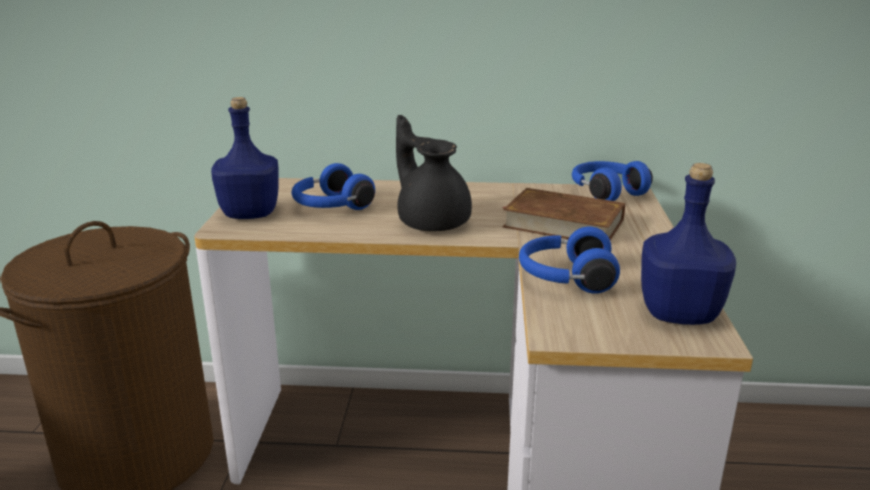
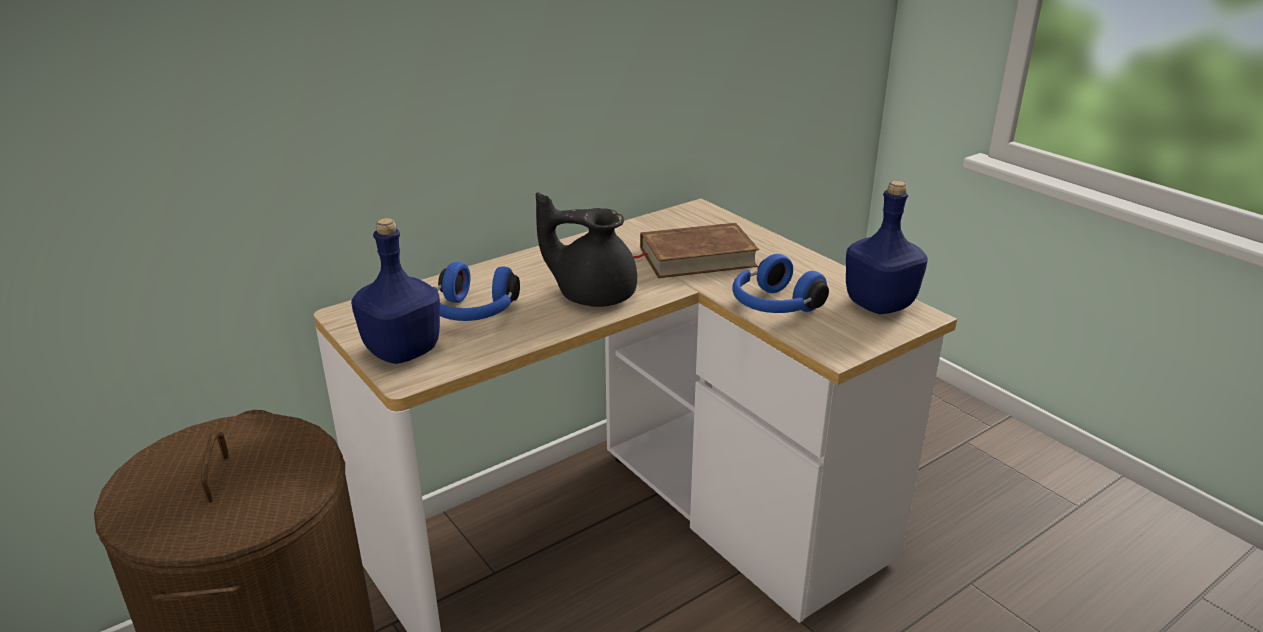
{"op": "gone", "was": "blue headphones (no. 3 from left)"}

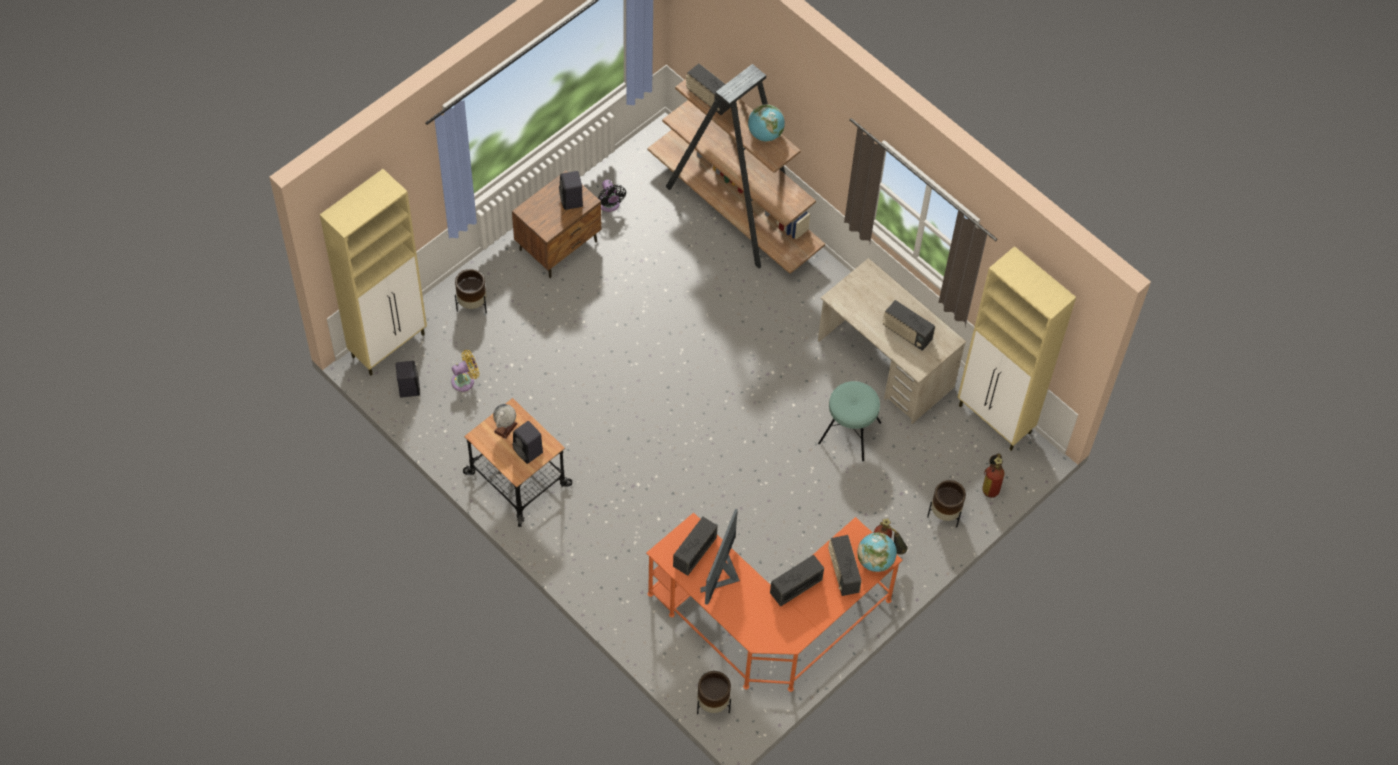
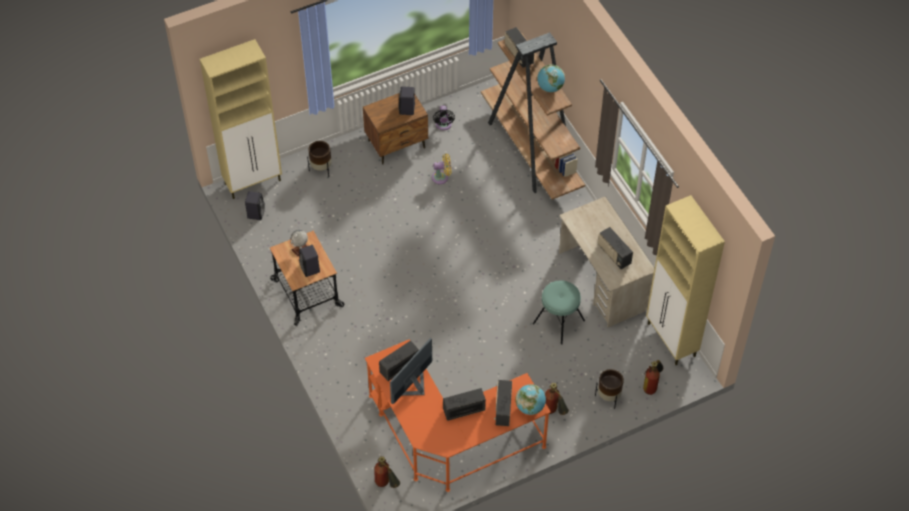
{"op": "shifted", "was": "yellow fan"}
{"op": "swapped", "was": "brown planter (no. 2 from left)", "now": "fire extinguisher (no. 1 from left)"}

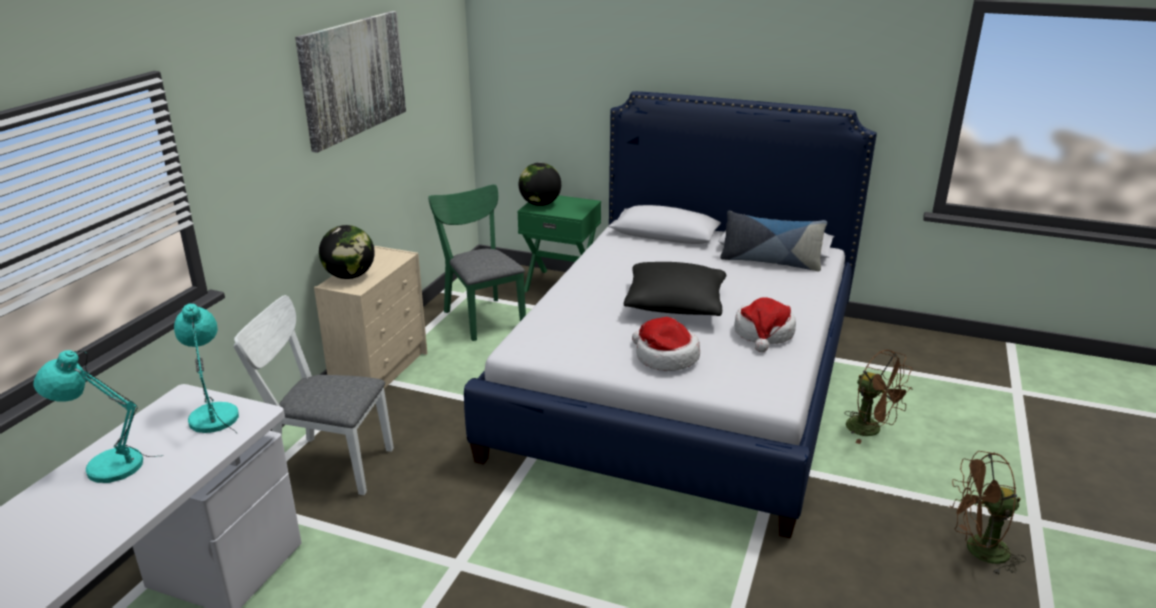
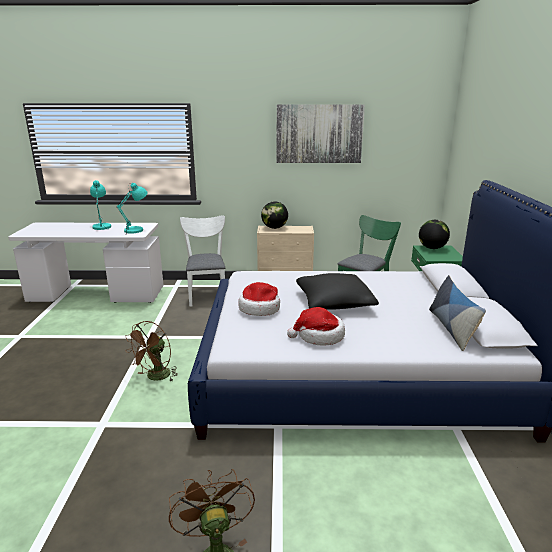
{"op": "shifted", "was": "brown fan (no. 1 from left)"}

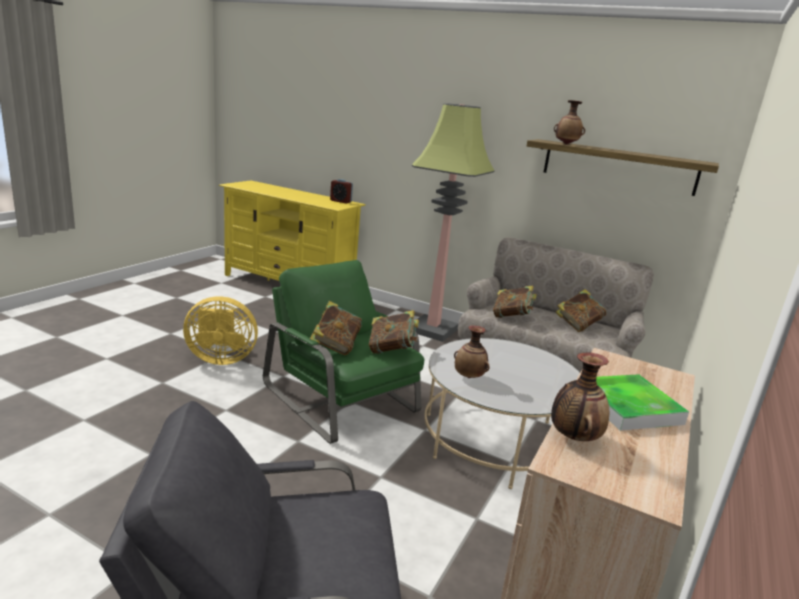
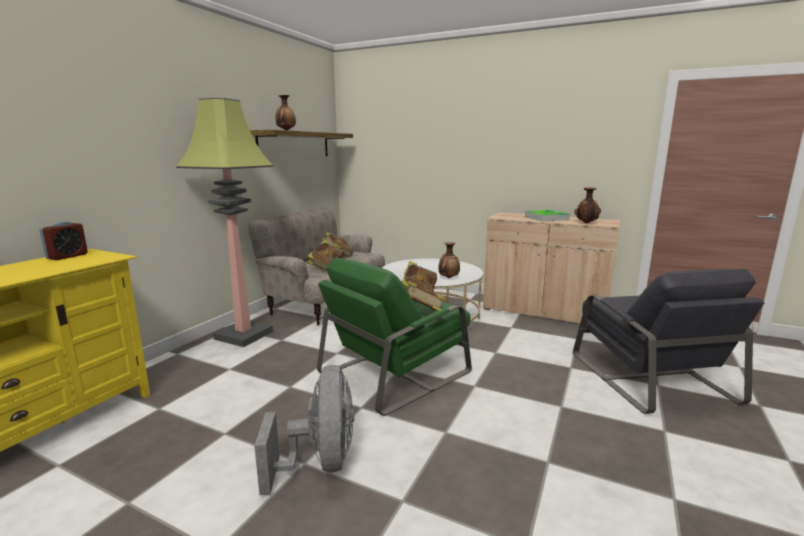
{"op": "repainted", "was": "yellow fan", "now": "grey fan"}

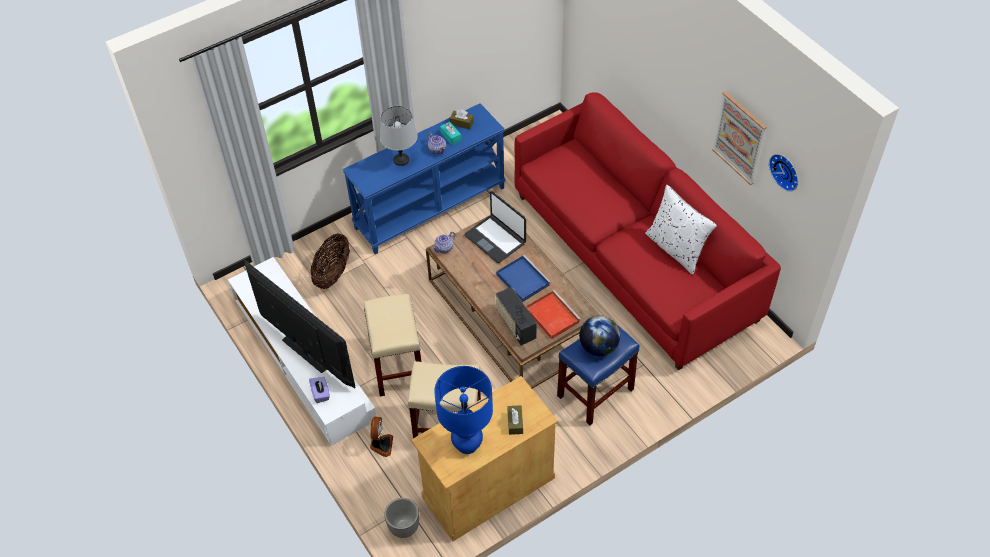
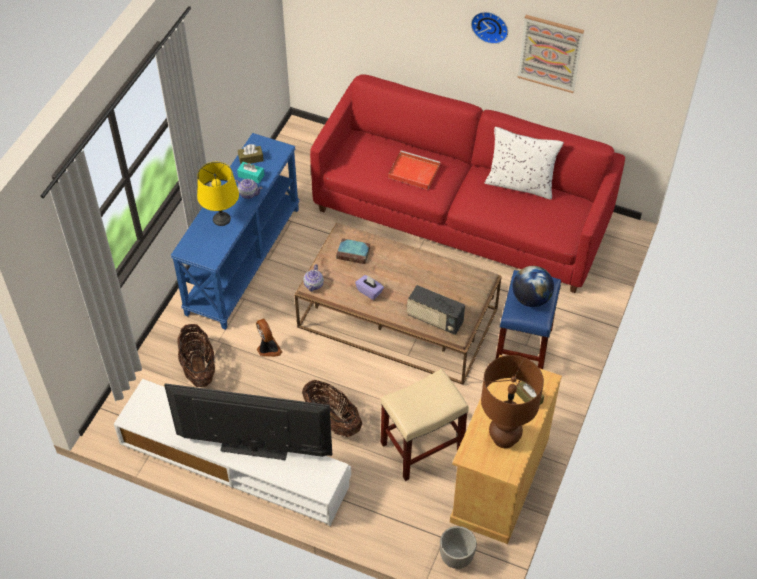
{"op": "repainted", "was": "grey table lamp", "now": "yellow table lamp"}
{"op": "shifted", "was": "wall clock"}
{"op": "swapped", "was": "laptop", "now": "book"}
{"op": "gone", "was": "blue tray"}
{"op": "shifted", "was": "red tray"}
{"op": "swapped", "was": "beige stool (no. 1 from left)", "now": "basket (no. 2 from left)"}
{"op": "repainted", "was": "blue table lamp", "now": "brown table lamp"}
{"op": "shifted", "was": "purple tissue box"}
{"op": "shifted", "was": "fan"}

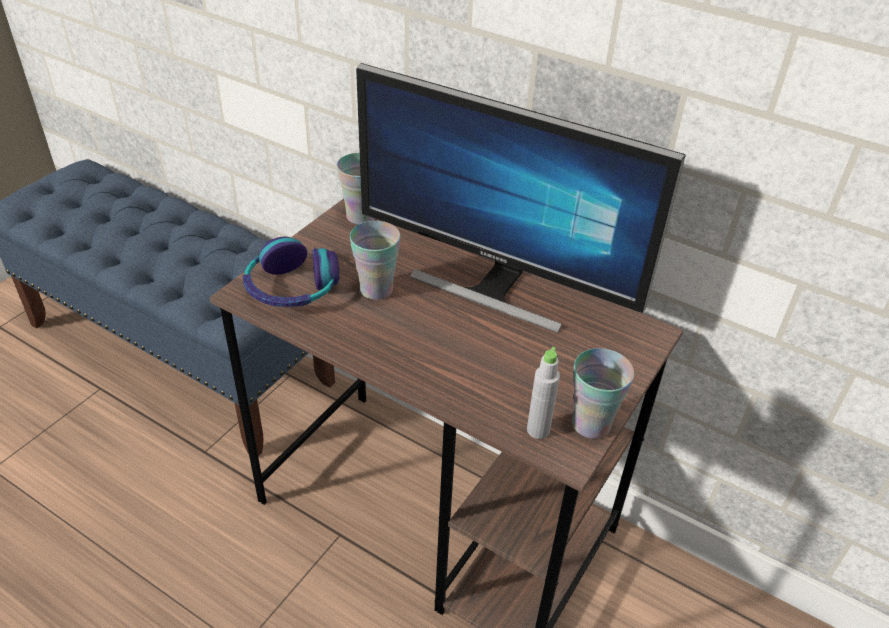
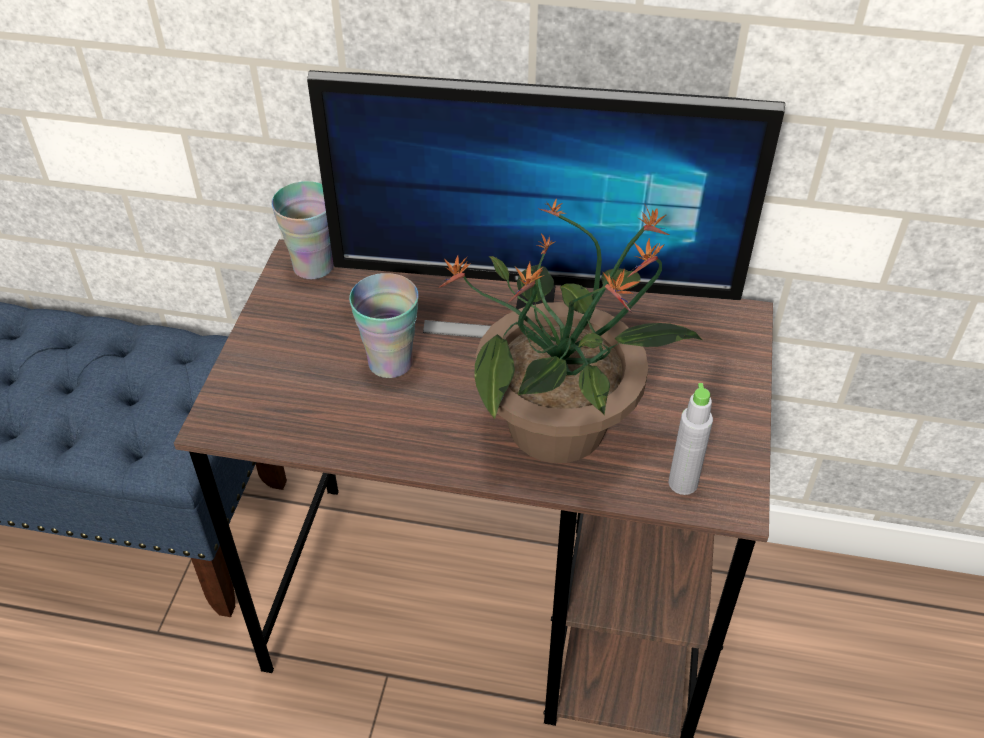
{"op": "gone", "was": "headphones"}
{"op": "gone", "was": "cup (no. 3 from left)"}
{"op": "new", "now": "potted plant"}

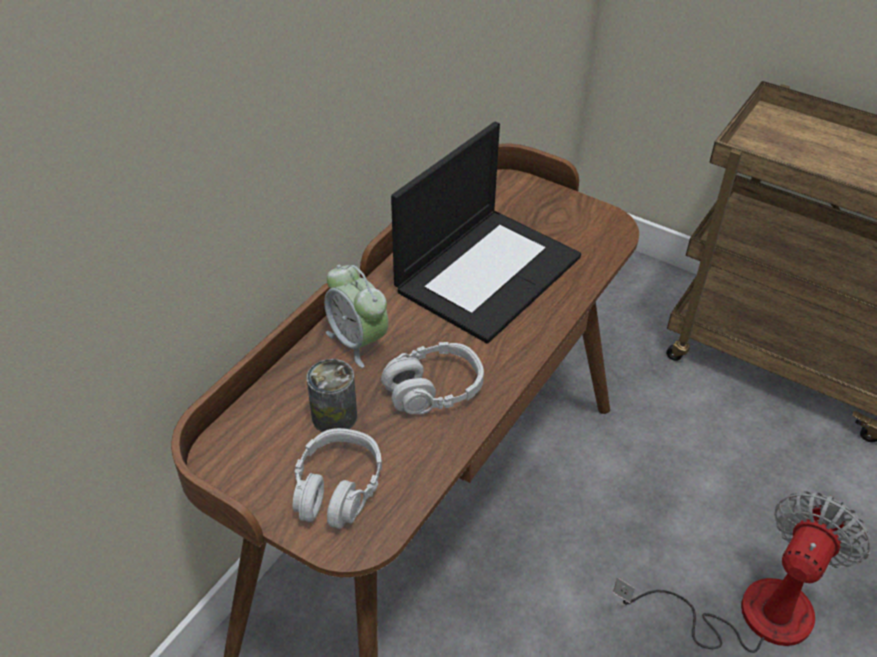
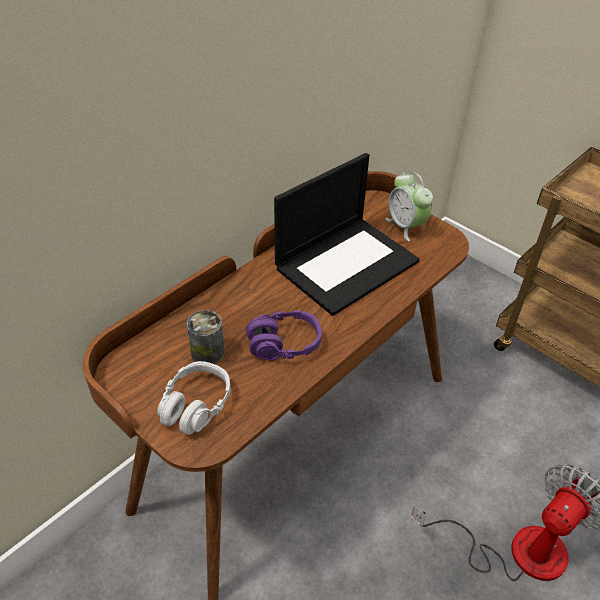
{"op": "shifted", "was": "alarm clock"}
{"op": "repainted", "was": "grey headphones (no. 2 from left)", "now": "purple headphones"}

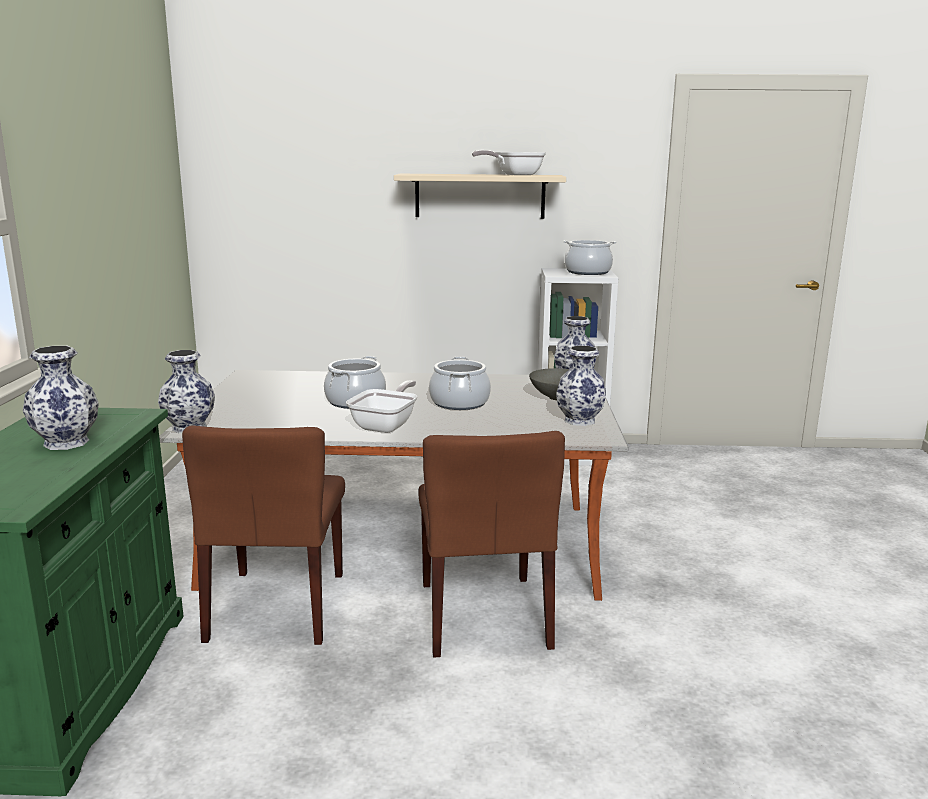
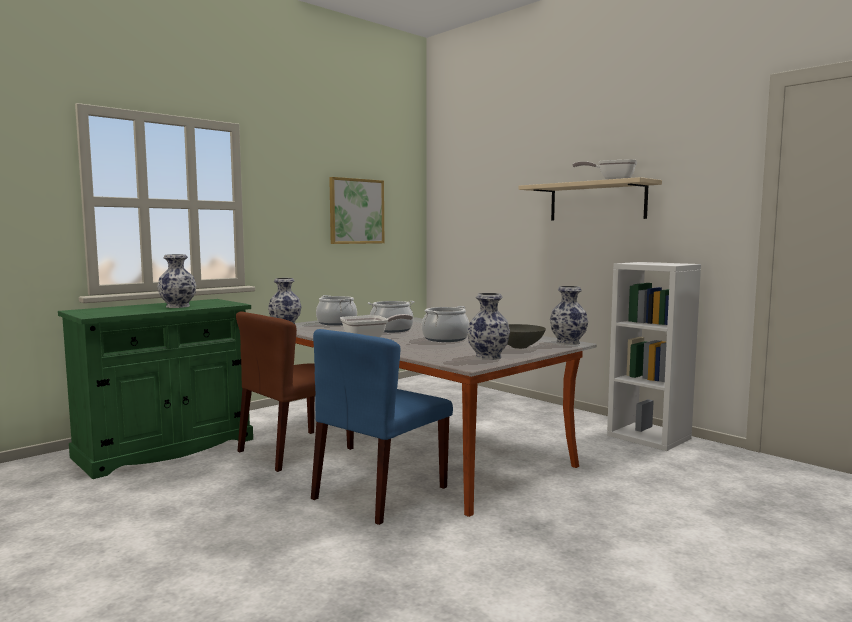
{"op": "shifted", "was": "cooking pot (no. 3 from left in the first image)", "now": "cooking pot (no. 1 from left)"}
{"op": "repainted", "was": "brown chair (no. 2 from left)", "now": "blue chair"}
{"op": "new", "now": "picture"}

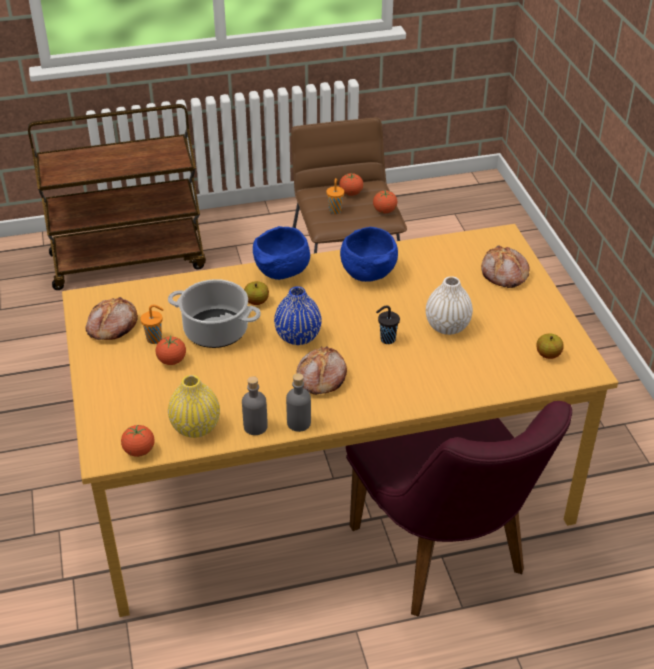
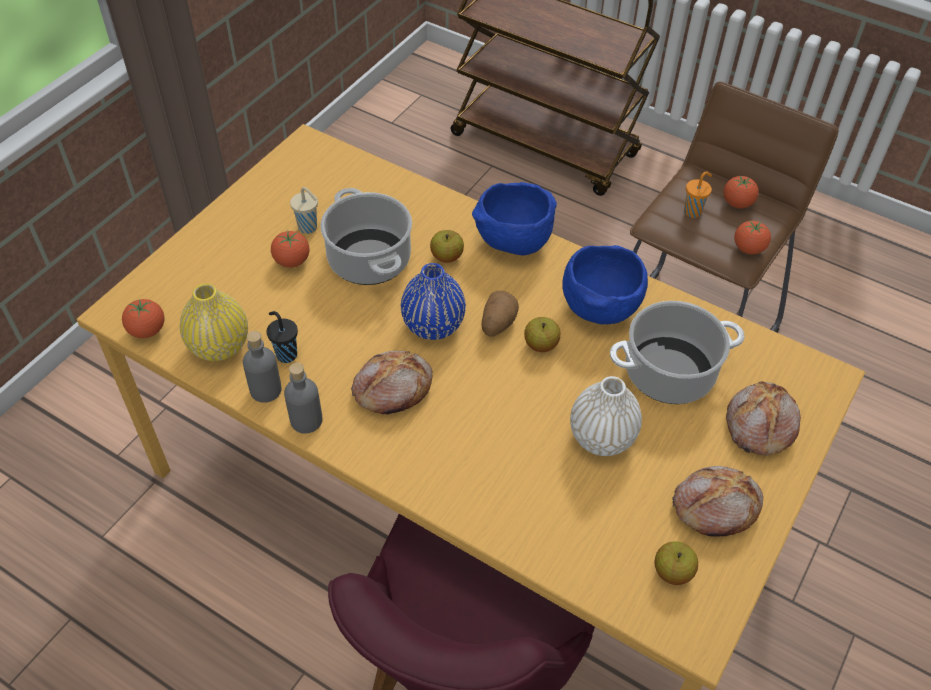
{"op": "shifted", "was": "bread (no. 1 from left in the first image)", "now": "bread (no. 2 from left)"}
{"op": "repainted", "was": "orange cup (no. 1 from left)", "now": "beige cup"}
{"op": "shifted", "was": "black cup"}
{"op": "new", "now": "potato"}
{"op": "new", "now": "cooking pot (no. 2 from left)"}
{"op": "new", "now": "apple (no. 2 from left)"}

